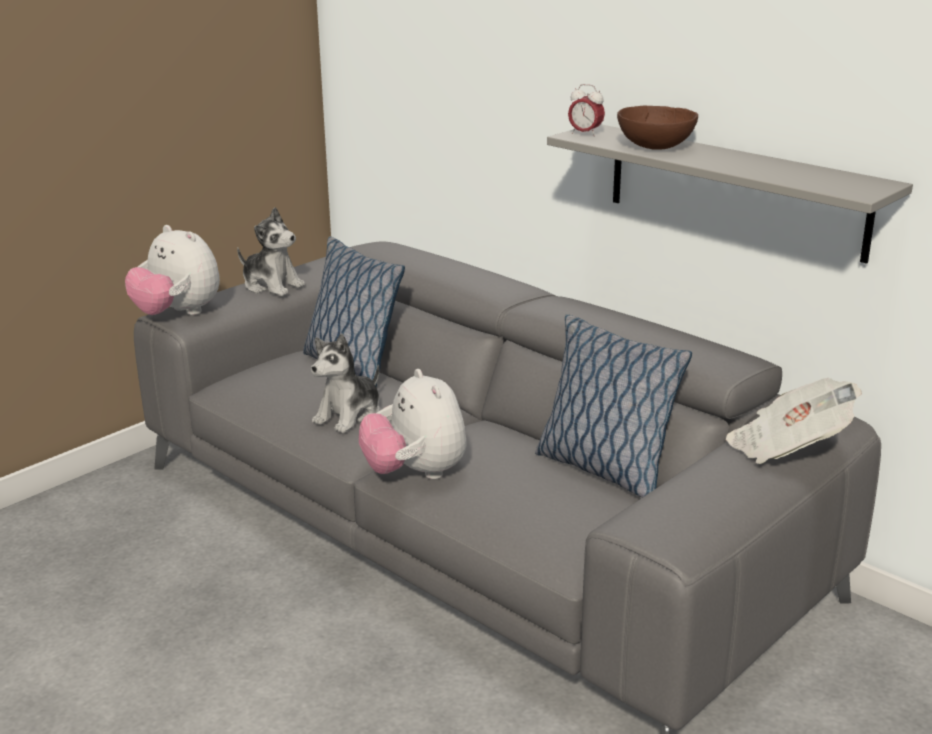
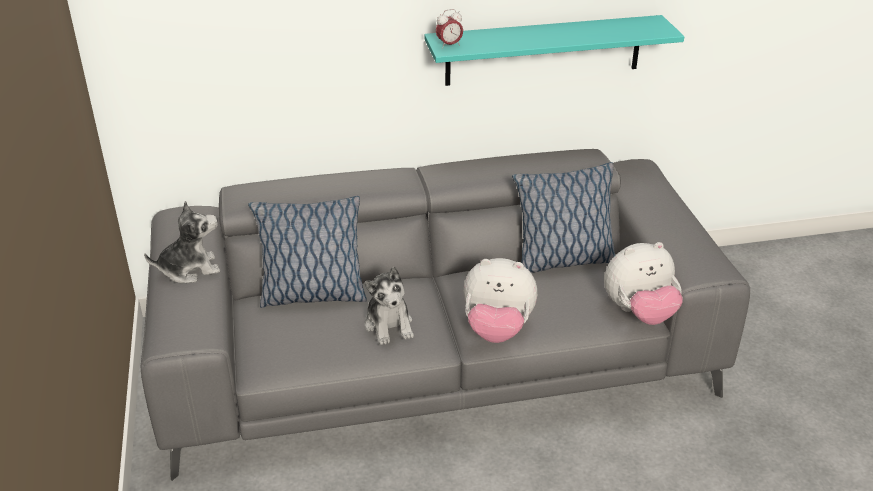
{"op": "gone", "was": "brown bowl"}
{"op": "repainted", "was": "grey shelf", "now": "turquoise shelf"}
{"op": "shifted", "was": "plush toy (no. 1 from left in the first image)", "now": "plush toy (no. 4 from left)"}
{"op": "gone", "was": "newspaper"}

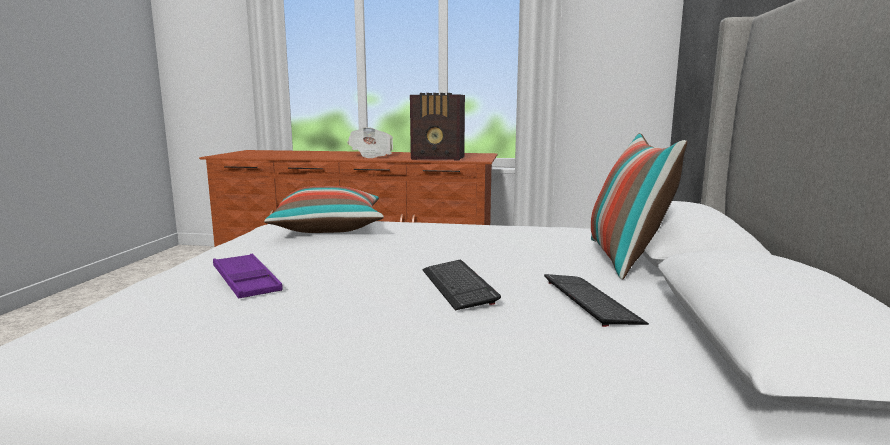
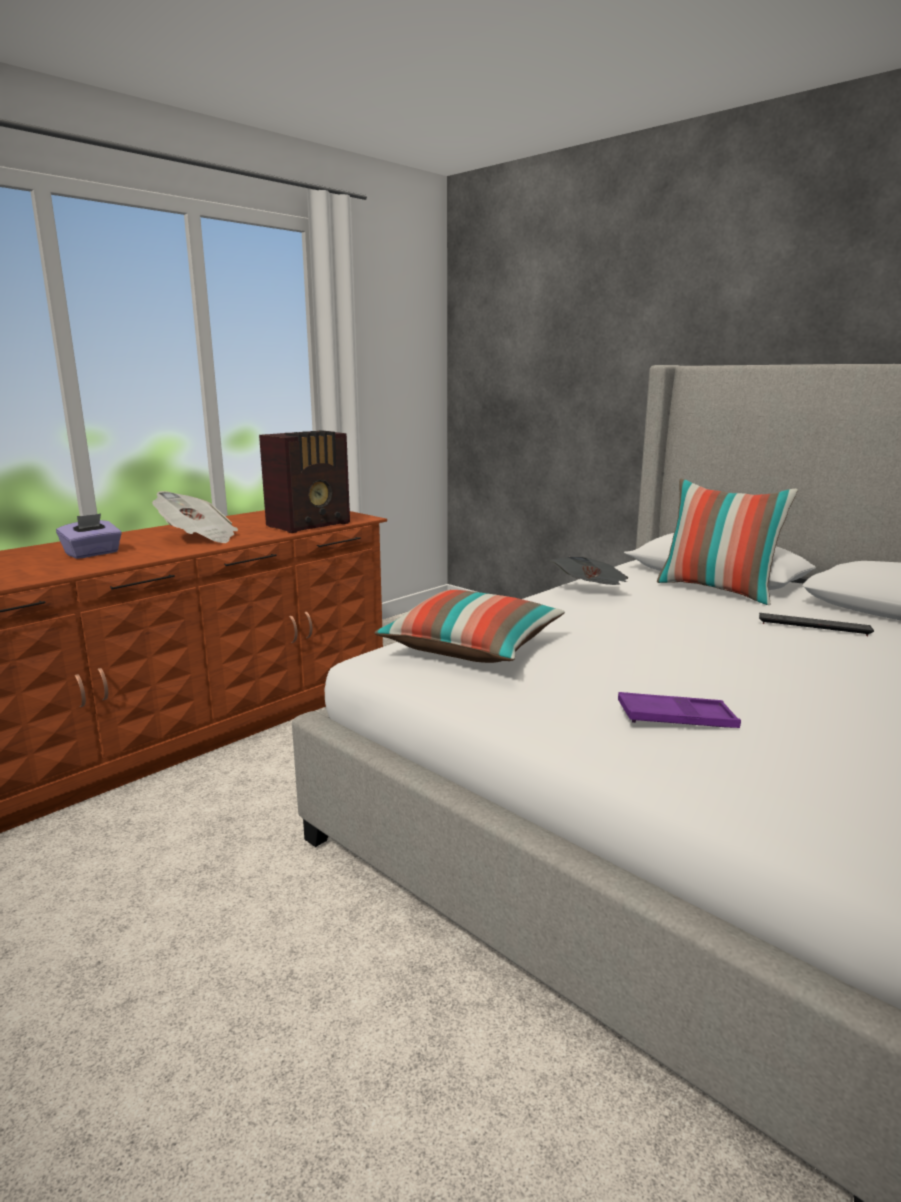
{"op": "gone", "was": "keyboard (no. 1 from left)"}
{"op": "new", "now": "purple tissue box"}
{"op": "new", "now": "newspaper (no. 2 from left)"}

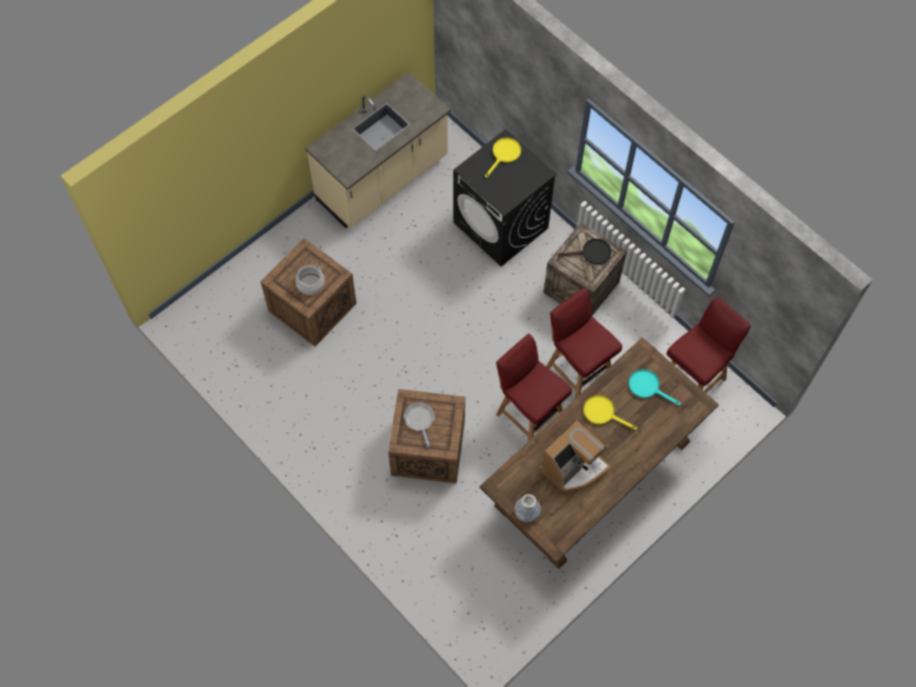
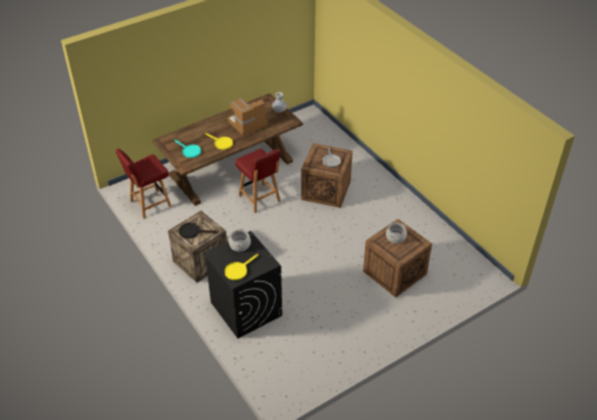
{"op": "gone", "was": "beige counter"}
{"op": "gone", "was": "red chair (no. 2 from left)"}
{"op": "new", "now": "cooking pot (no. 1 from left)"}

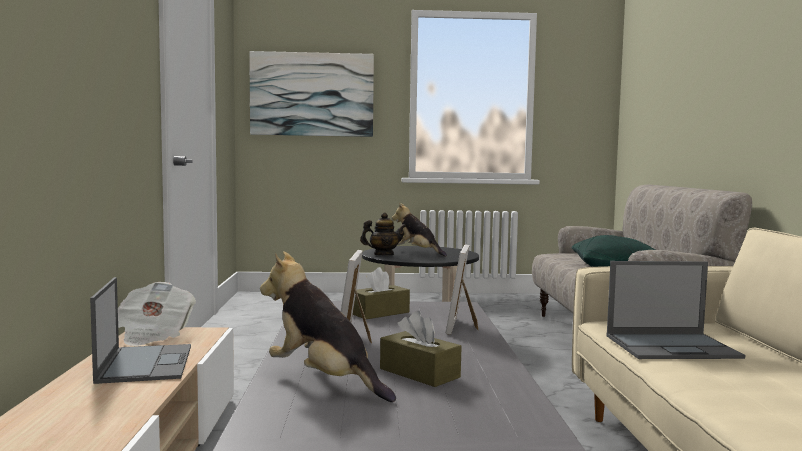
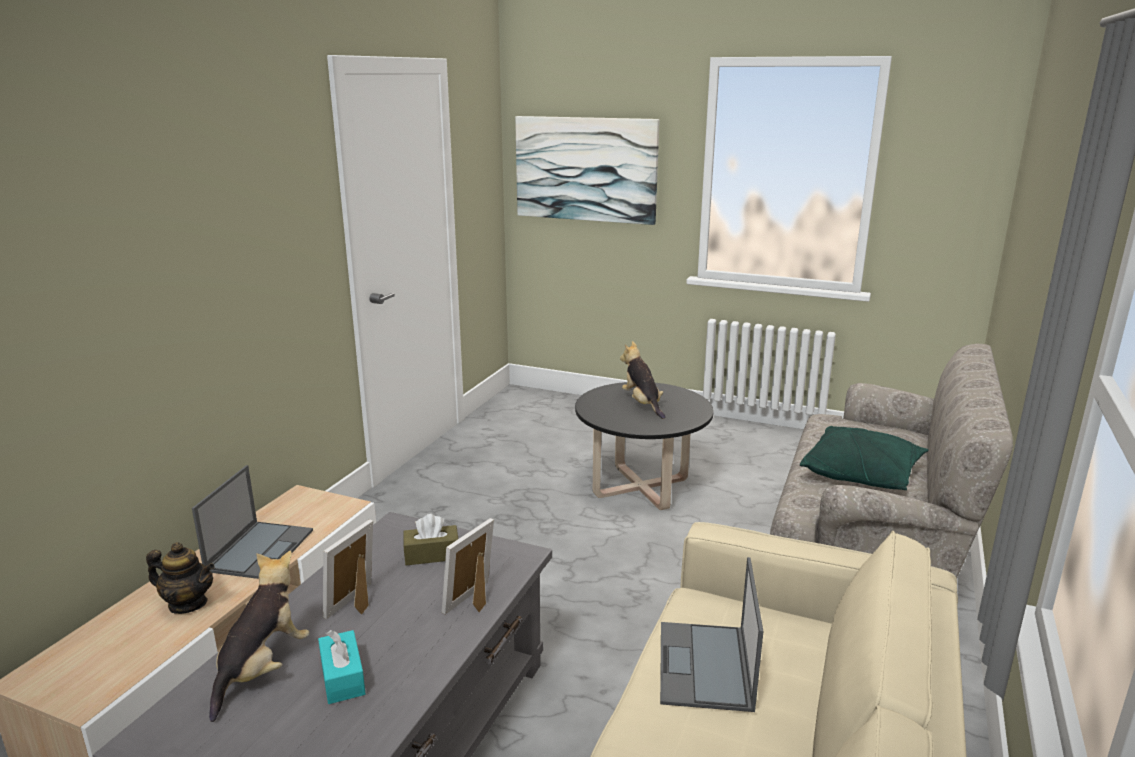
{"op": "shifted", "was": "teapot"}
{"op": "rotated", "was": "plush toy (no. 1 from left)", "clockwise": 45}
{"op": "rotated", "was": "laptop (no. 2 from left)", "clockwise": 75}
{"op": "gone", "was": "newspaper"}
{"op": "repainted", "was": "brown tissue box (no. 2 from left)", "now": "turquoise tissue box"}

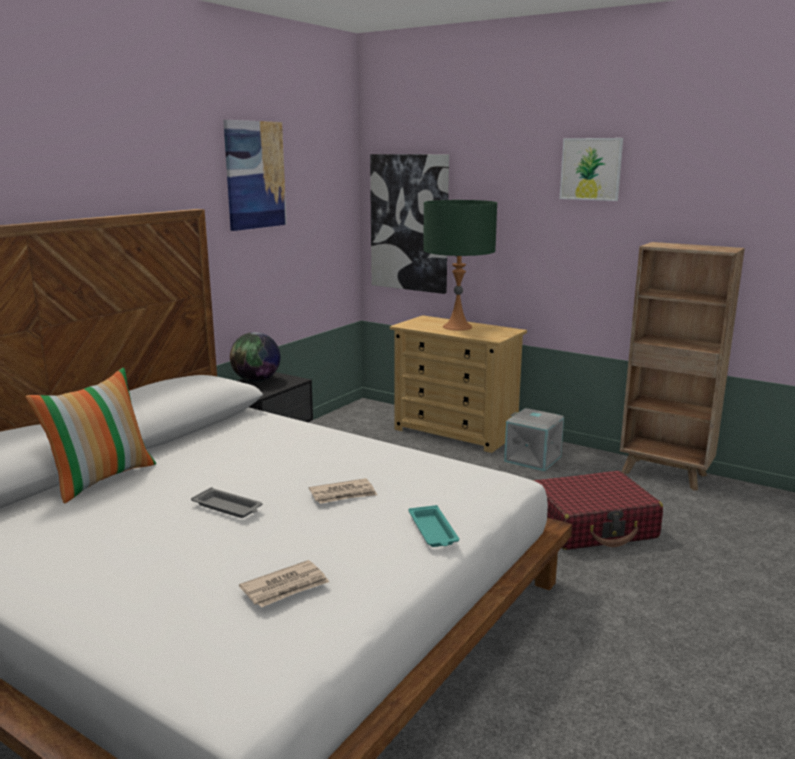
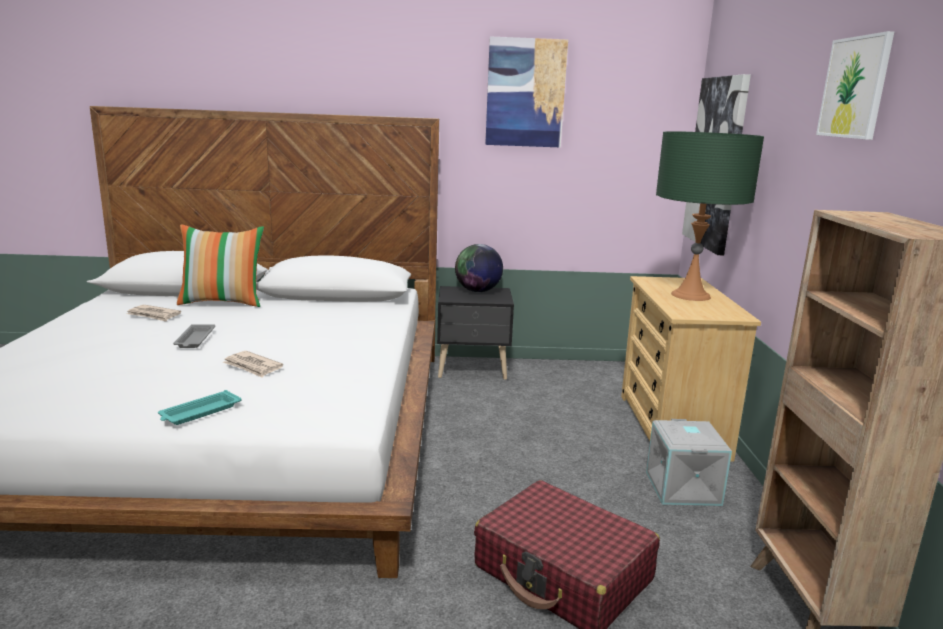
{"op": "shifted", "was": "newspaper (no. 1 from left)"}

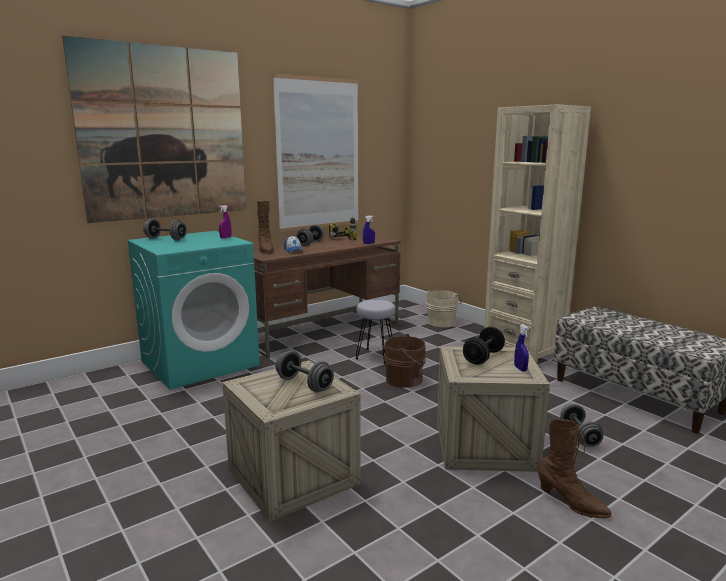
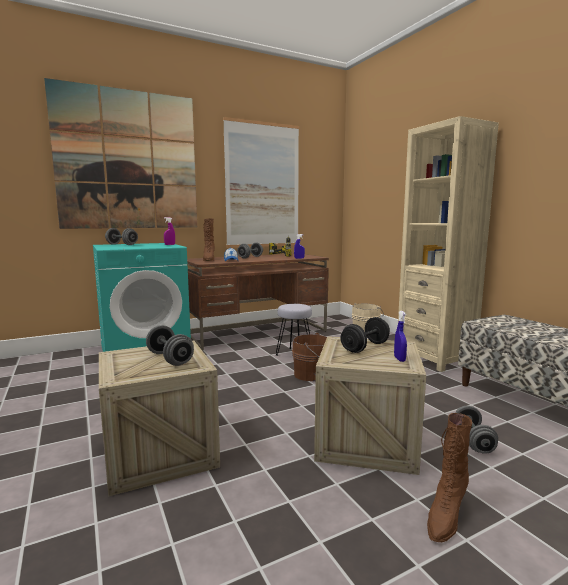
{"op": "rotated", "was": "brown boot (no. 2 from left)", "clockwise": 75}

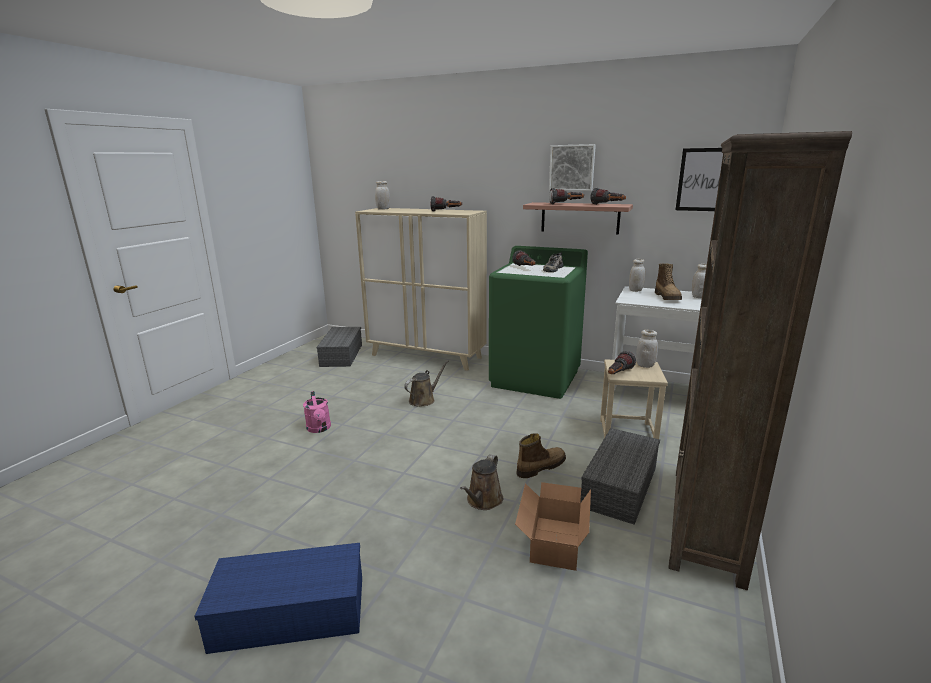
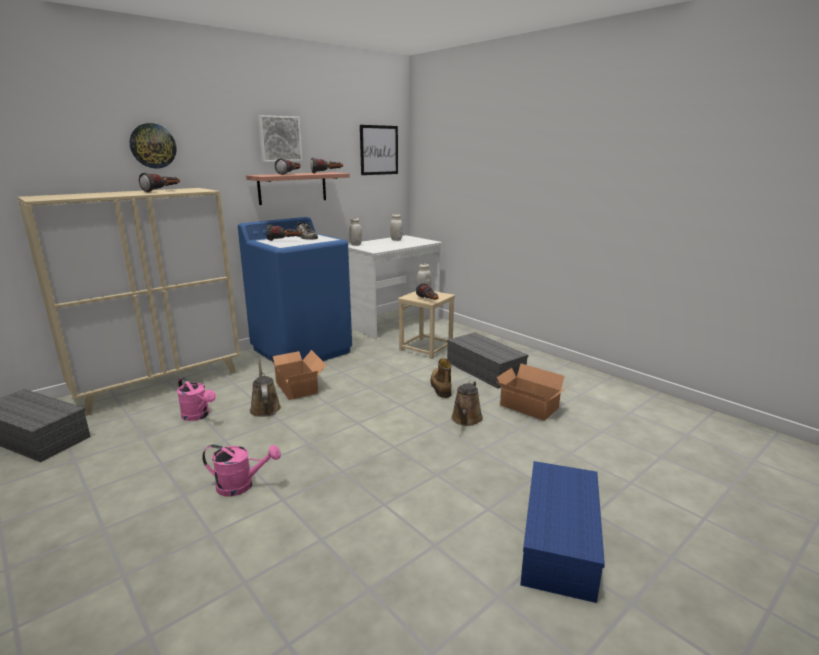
{"op": "gone", "was": "brown bookcase"}
{"op": "gone", "was": "white jar (no. 1 from left)"}
{"op": "repainted", "was": "green washing machine", "now": "blue washing machine"}
{"op": "gone", "was": "boot (no. 2 from left)"}
{"op": "rotated", "was": "brown watering can (no. 2 from left)", "clockwise": 60}
{"op": "new", "now": "wall clock"}
{"op": "new", "now": "cardboard box (no. 1 from left)"}
{"op": "new", "now": "pink watering can (no. 1 from left)"}

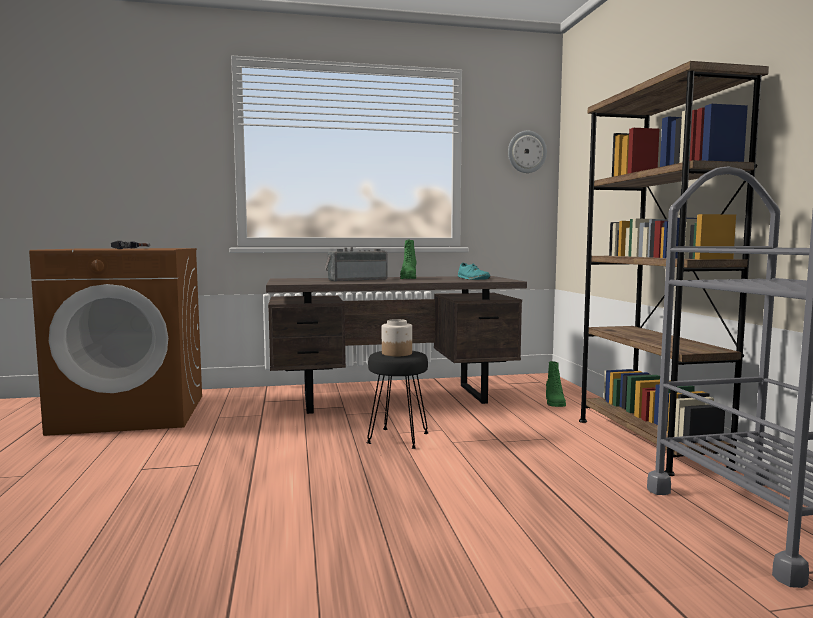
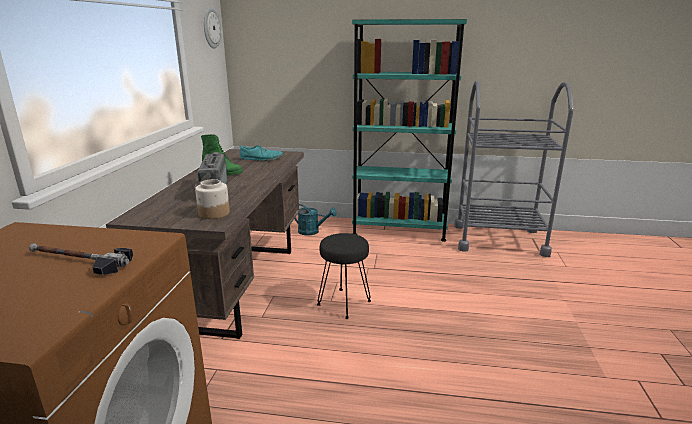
{"op": "repainted", "was": "brown bookcase", "now": "turquoise bookcase"}
{"op": "shifted", "was": "jar"}
{"op": "swapped", "was": "green boot (no. 2 from left)", "now": "turquoise watering can"}

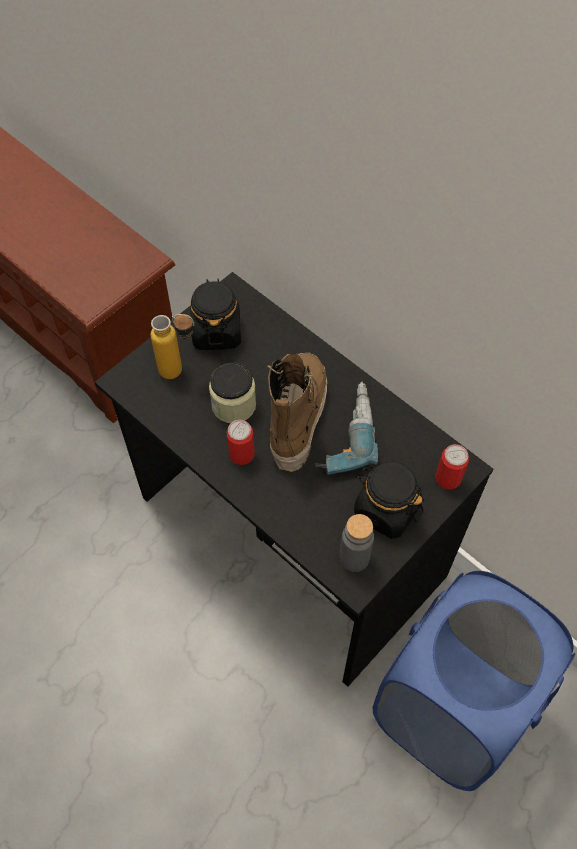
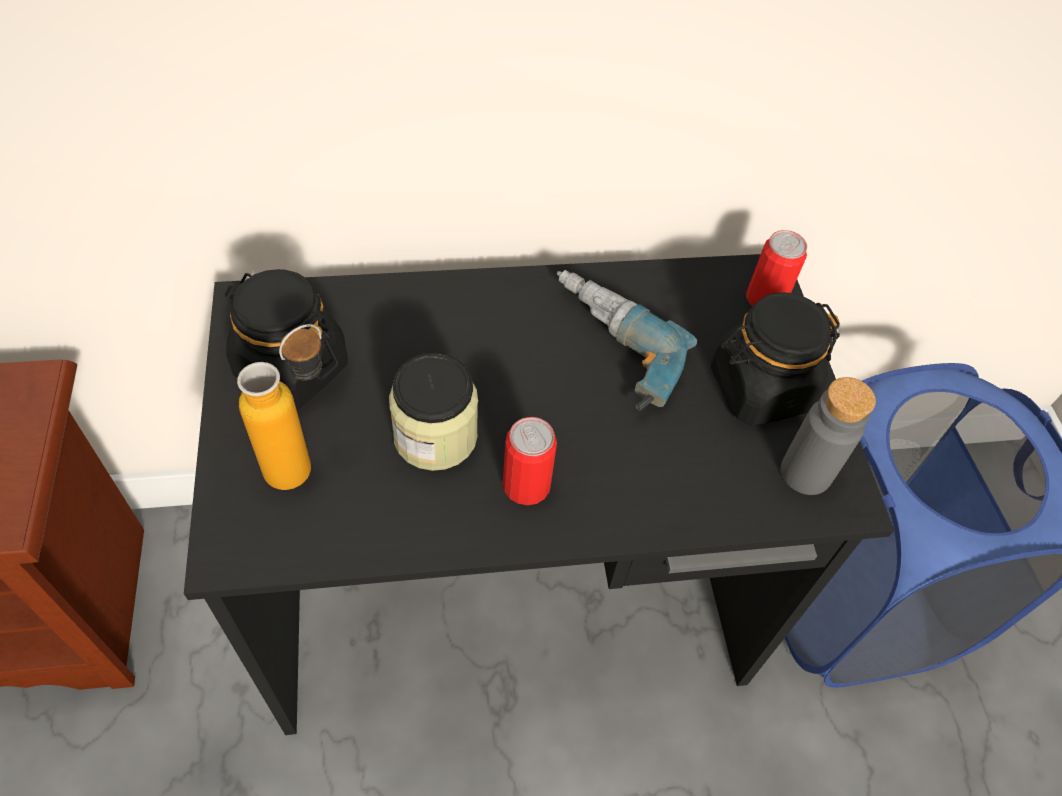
{"op": "gone", "was": "boot"}

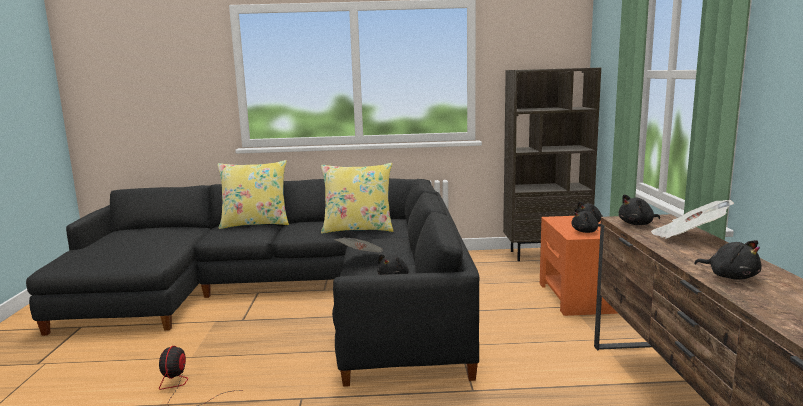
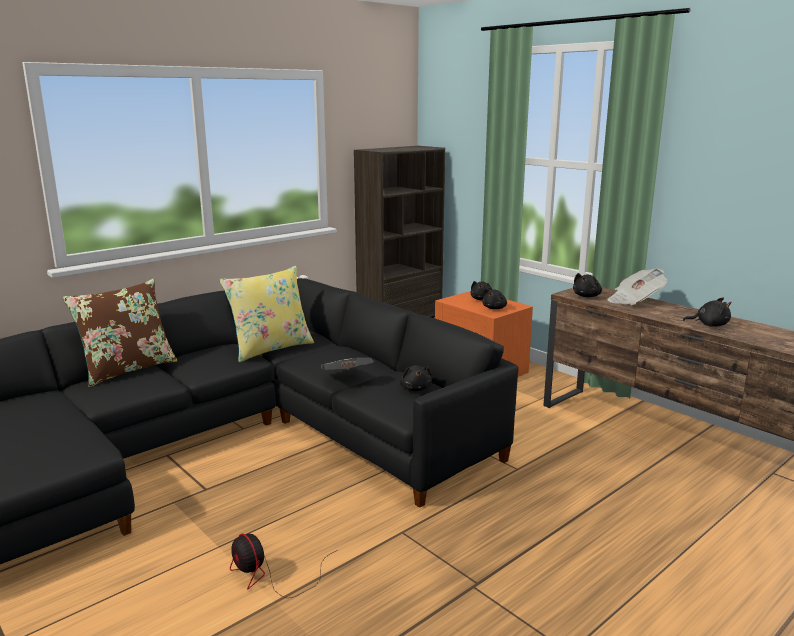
{"op": "repainted", "was": "yellow pillow (no. 1 from left)", "now": "brown pillow"}

